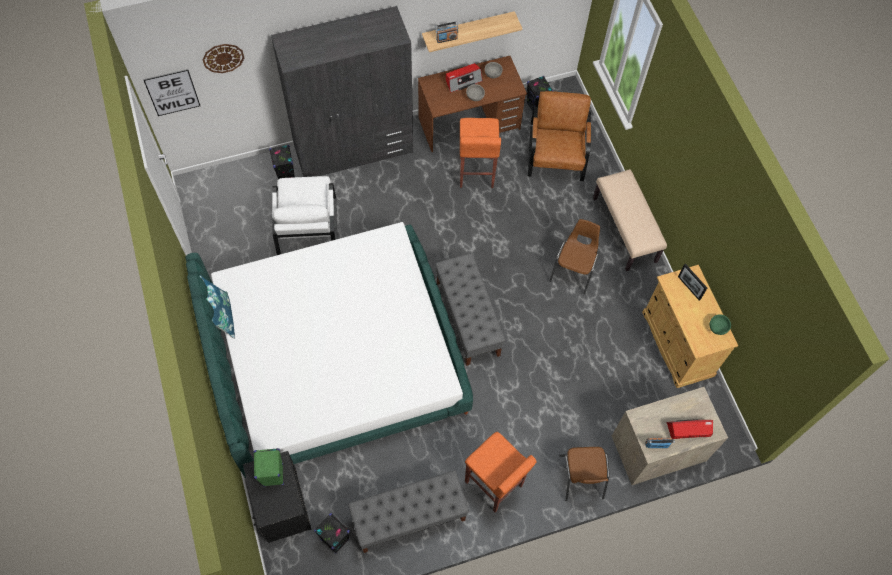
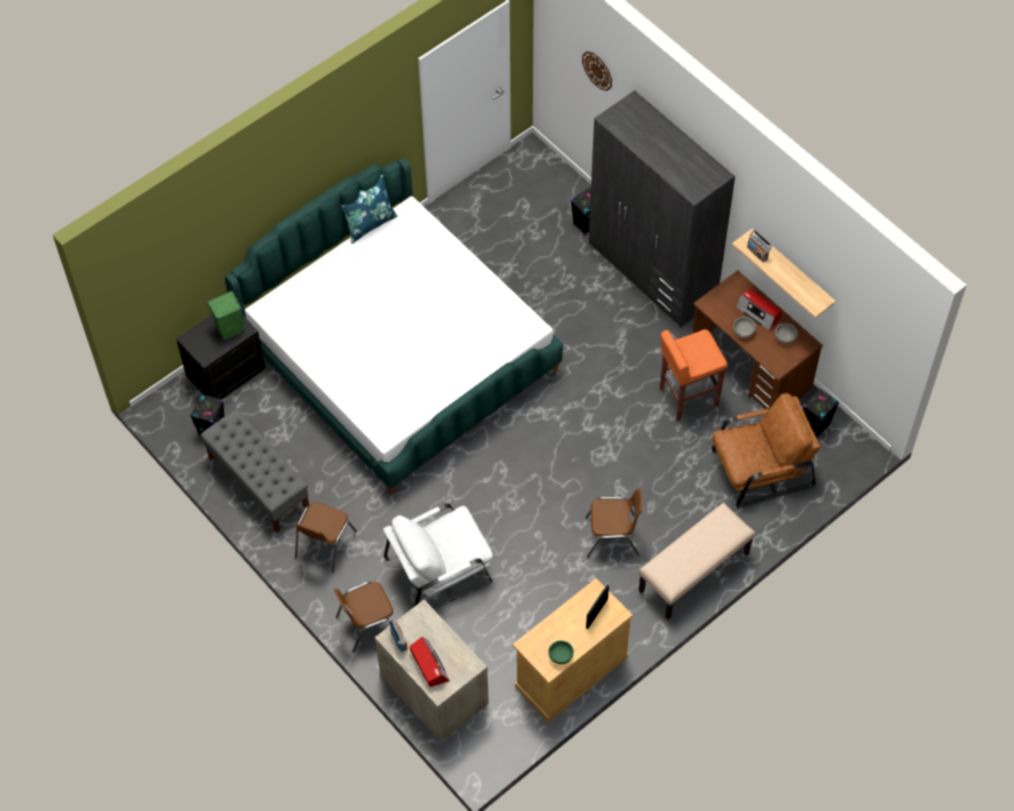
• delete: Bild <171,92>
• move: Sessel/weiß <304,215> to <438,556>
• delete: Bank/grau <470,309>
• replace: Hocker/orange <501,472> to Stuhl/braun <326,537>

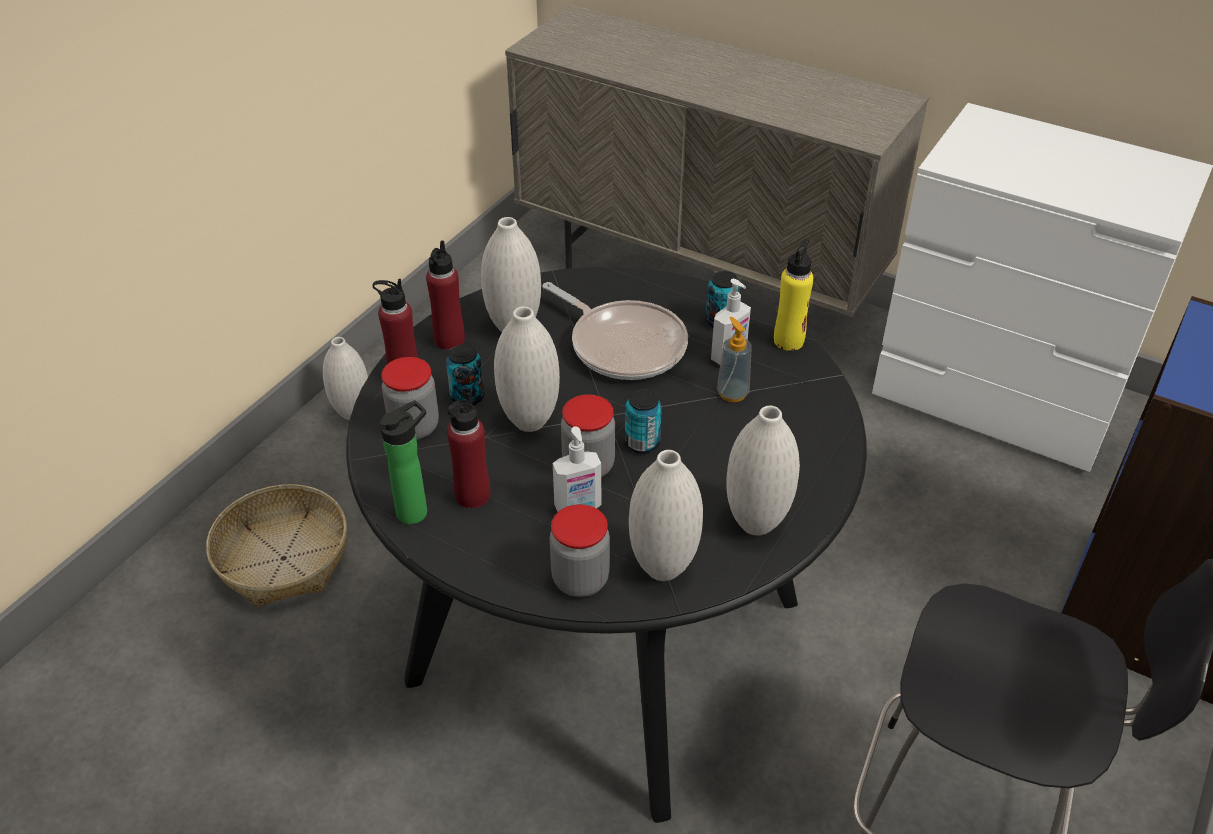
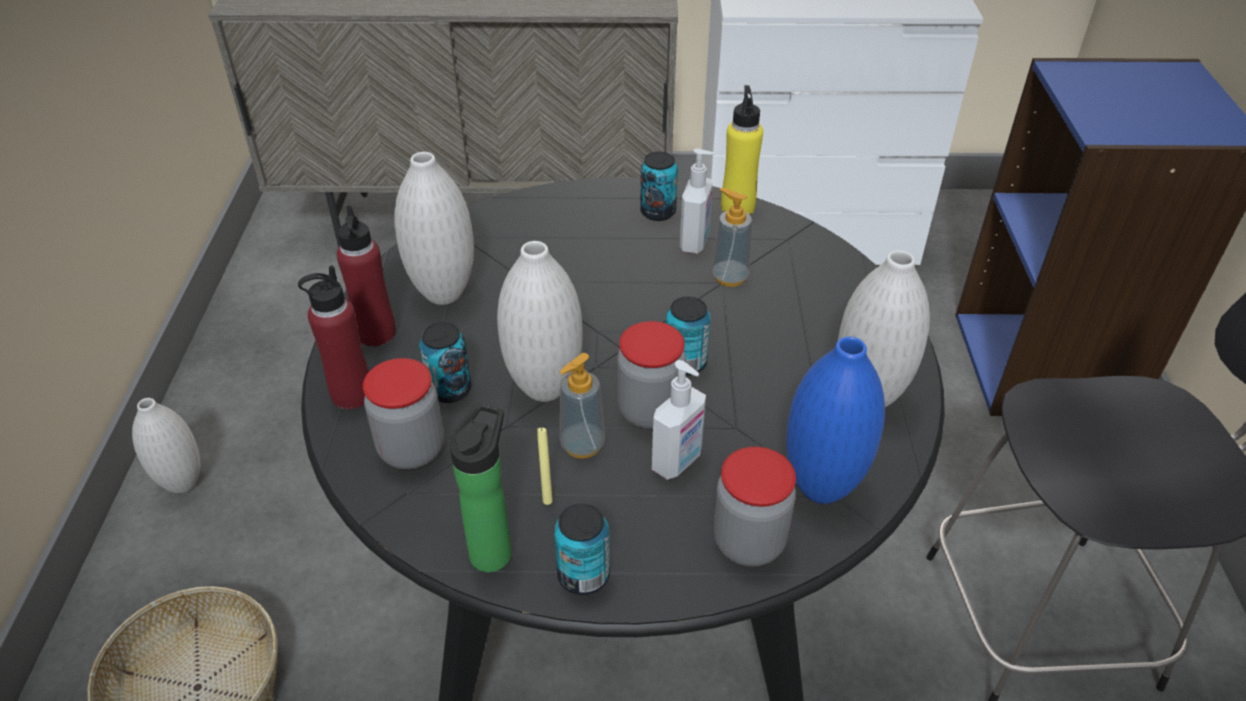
• delete: Pfanne <615,331>
• replace: Flasche/rot <468,450> to Kerze/gelb <545,466>
• recolor: Vase/weiß <666,515> to Vase/blau <835,420>
• insert: Seifenspender <582,406>
• insert: Dose <582,549>

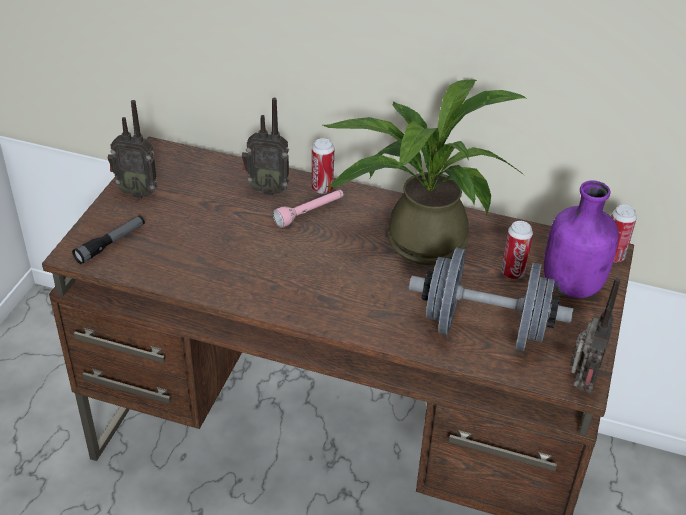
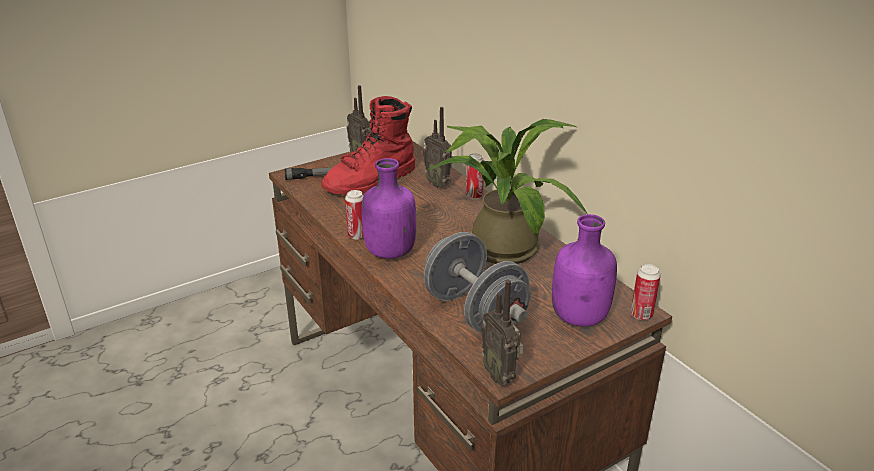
• delete: Taschenlampe/rosa <308,209>
• move: Dose <517,250> to <354,214>
• rotate: Radio <595,335> = <502,332> 90 degrees clockwise
• insert: Stiefel/rot <368,145>
• insert: Flasche/lila <388,208>

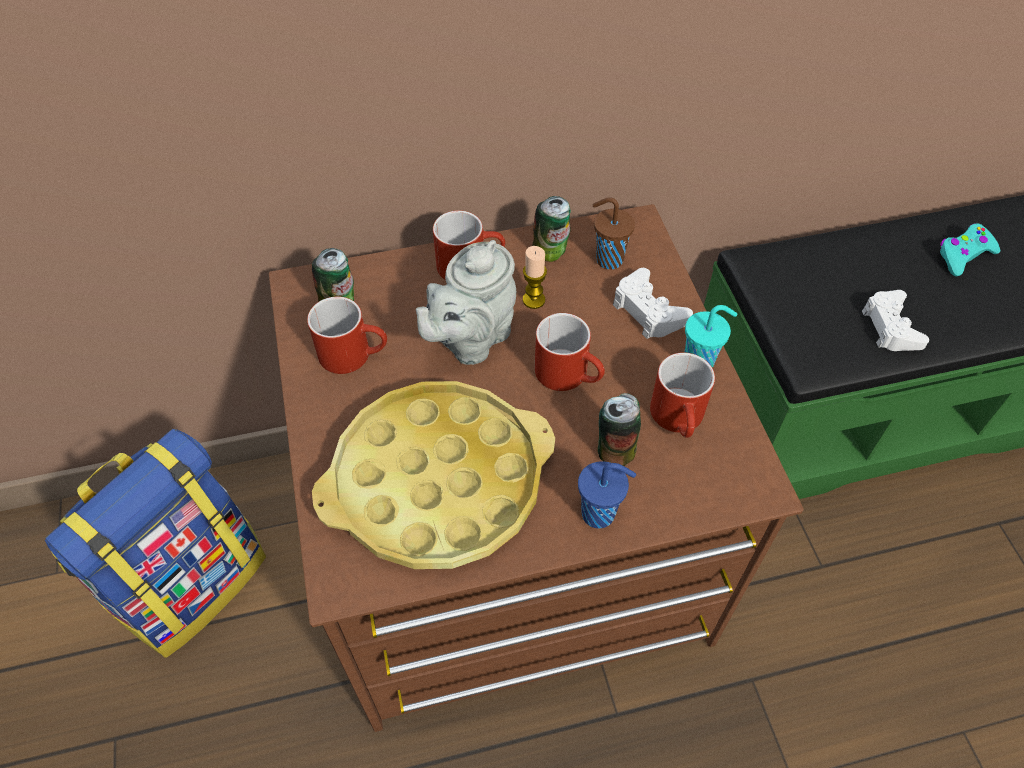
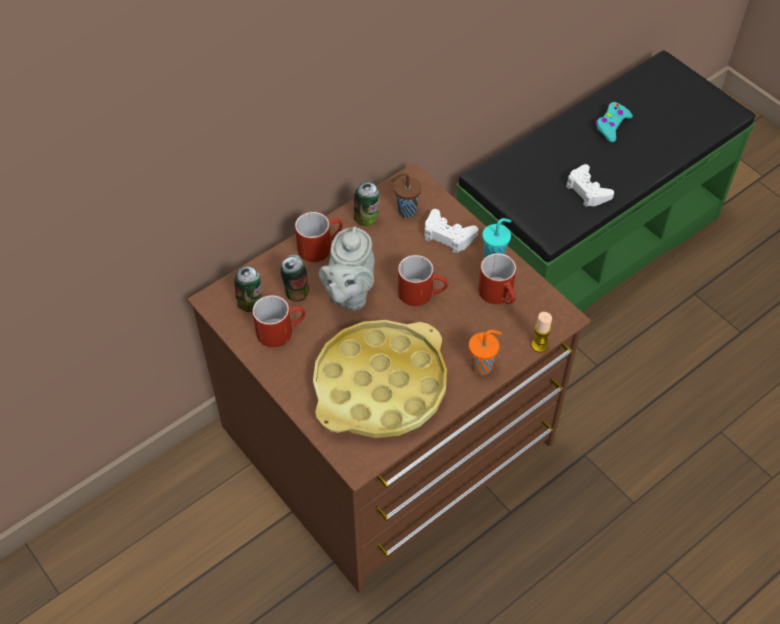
• move: Kerze <535,277> to <541,332>
• move: Dose <619,429> to <294,278>
• delete: Rucksack <155,543>
• recolor: Tasse/blau <607,494> to Tasse/orange <485,352>

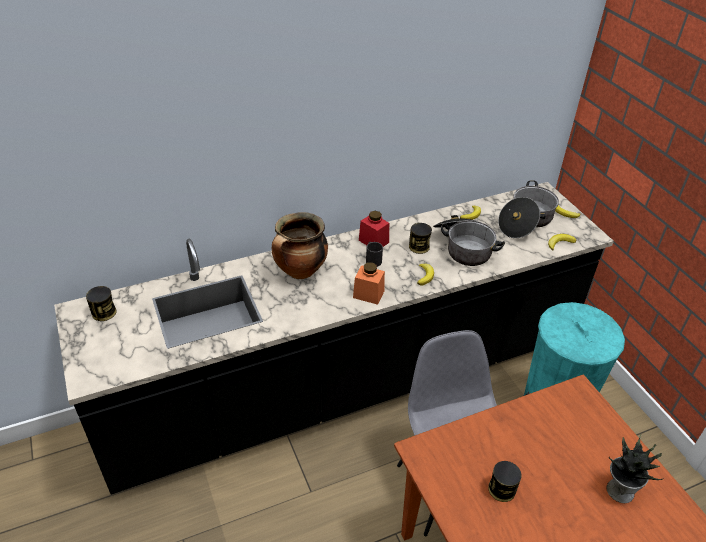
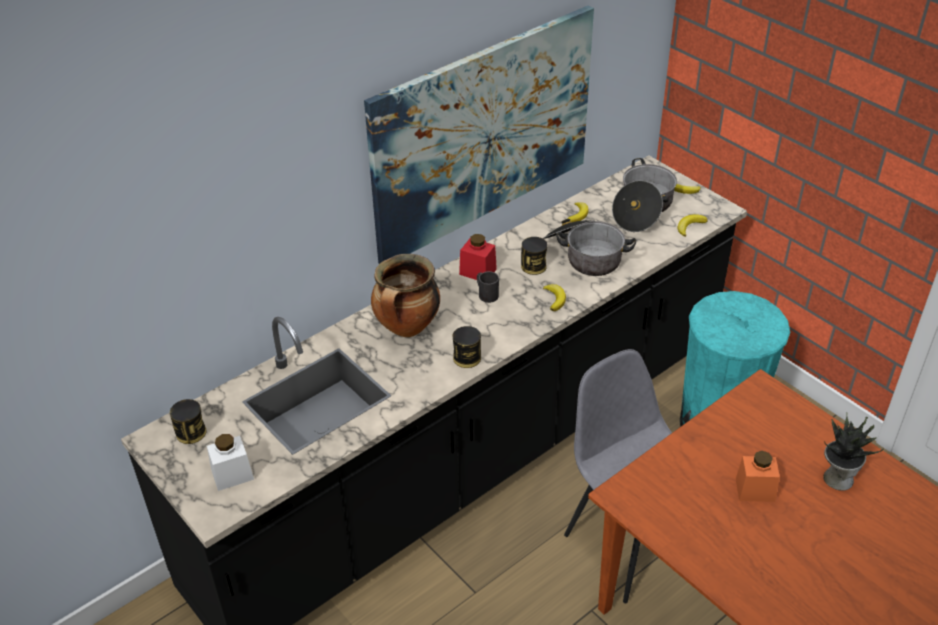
• move: Vorratsglas/orange <369,283> to <758,476>
• move: Dose <505,481> to <467,347>
• insert: Bild <479,134>
• insert: Vorratsglas/weiß <230,462>

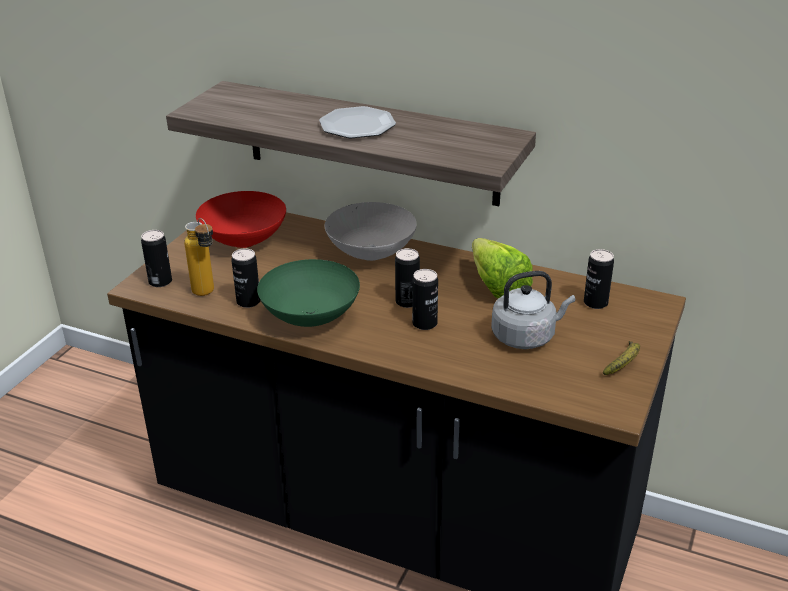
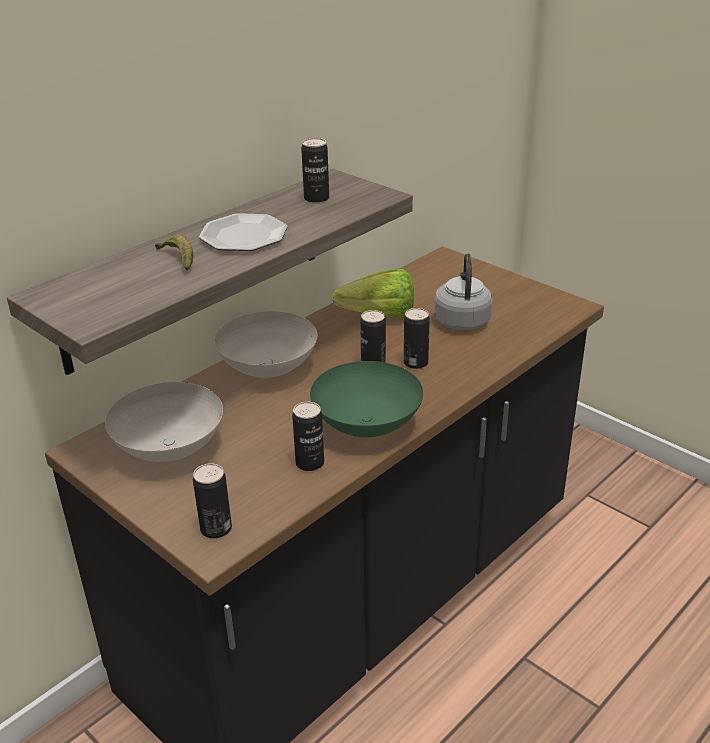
• recolor: Schüssel/rot <241,219> to Schüssel/weiß <164,422>
• delete: Flasche <199,257>
• move: Dose <599,279> to <315,170>
• move: Banane <621,358> to <174,252>

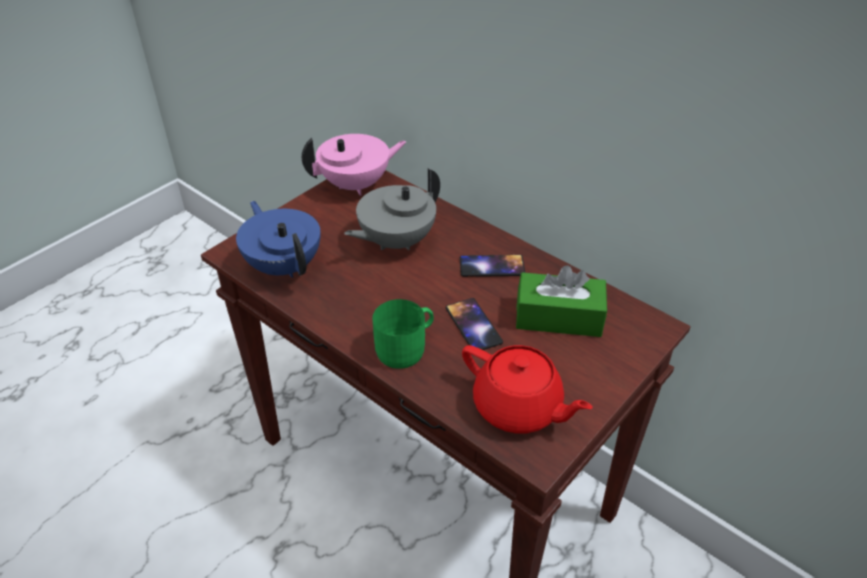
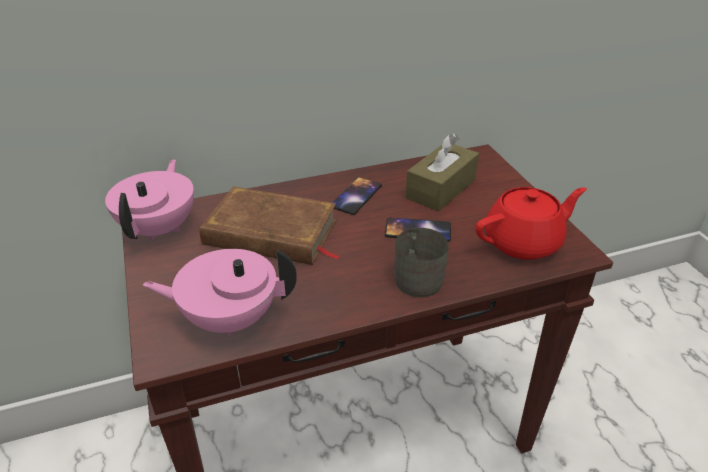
• replace: Teekanne/grau <392,209> to Buch/braun <270,226>
• recolor: Teekanne/blau <278,239> to Teekanne/rosa <220,292>
• recolor: Taschentuchbox/grün <561,301> to Taschentuchbox/braun <442,172>
• recolor: Henkelbecher/grün <403,334> to Henkelbecher/grau <421,262>

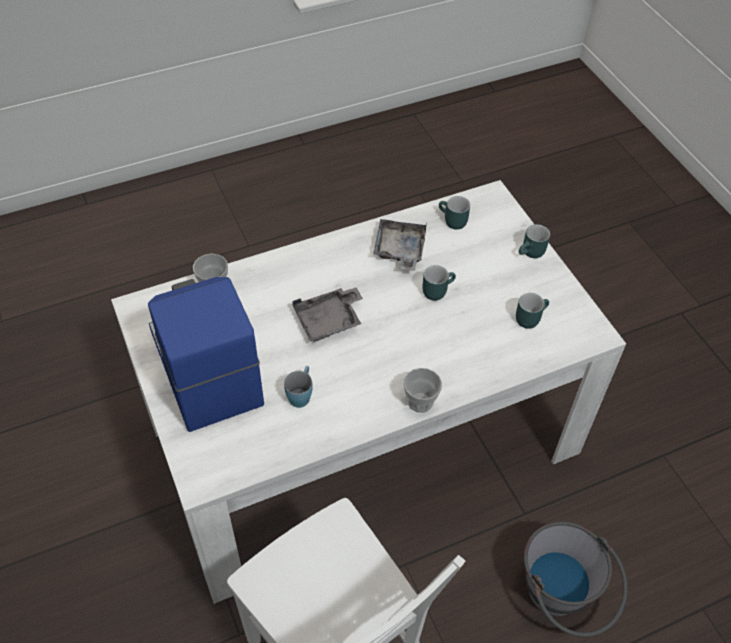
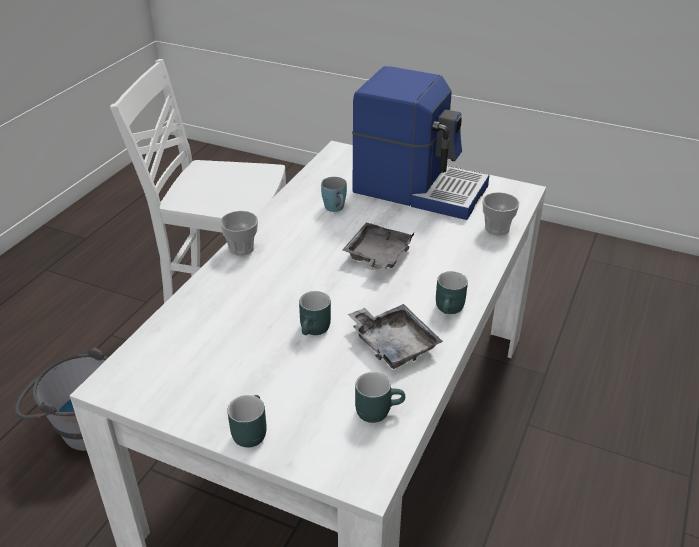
• move: Henkelbecher/türkis <532,311> to <452,292>

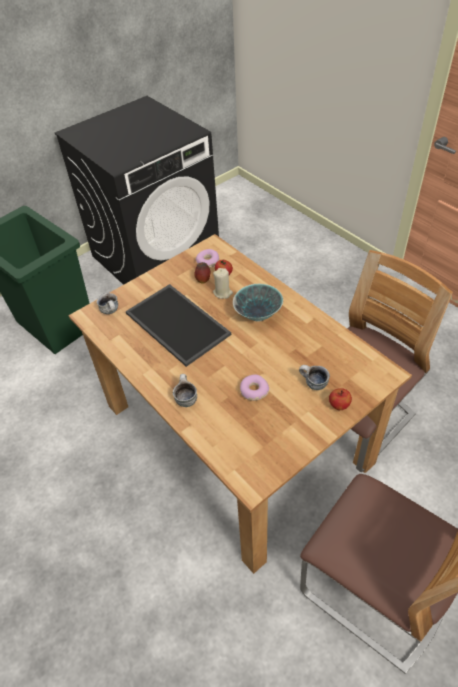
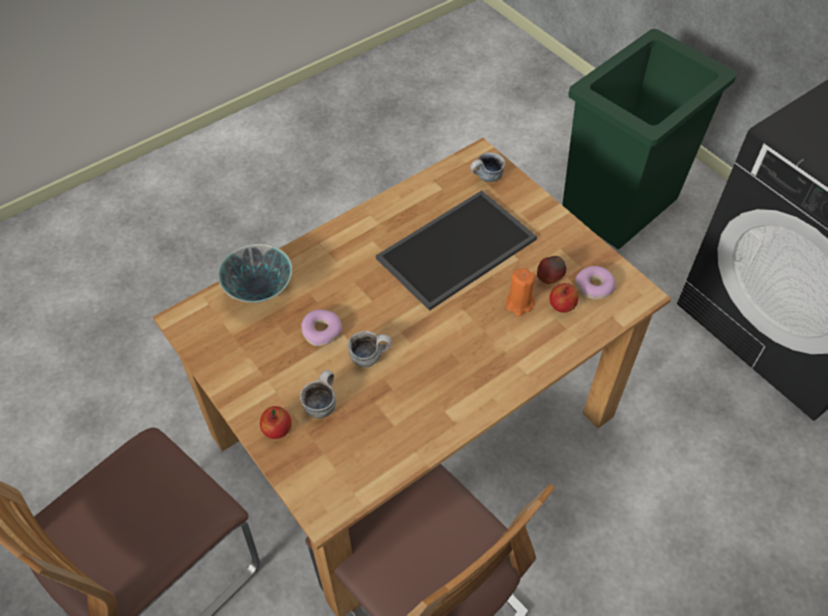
• recolor: Kerze/beige <223,283> to Kerze/orange <521,292>
• move: Schüssel <258,303> to <255,273>
• move: Henkelbecher <185,390> to <370,349>

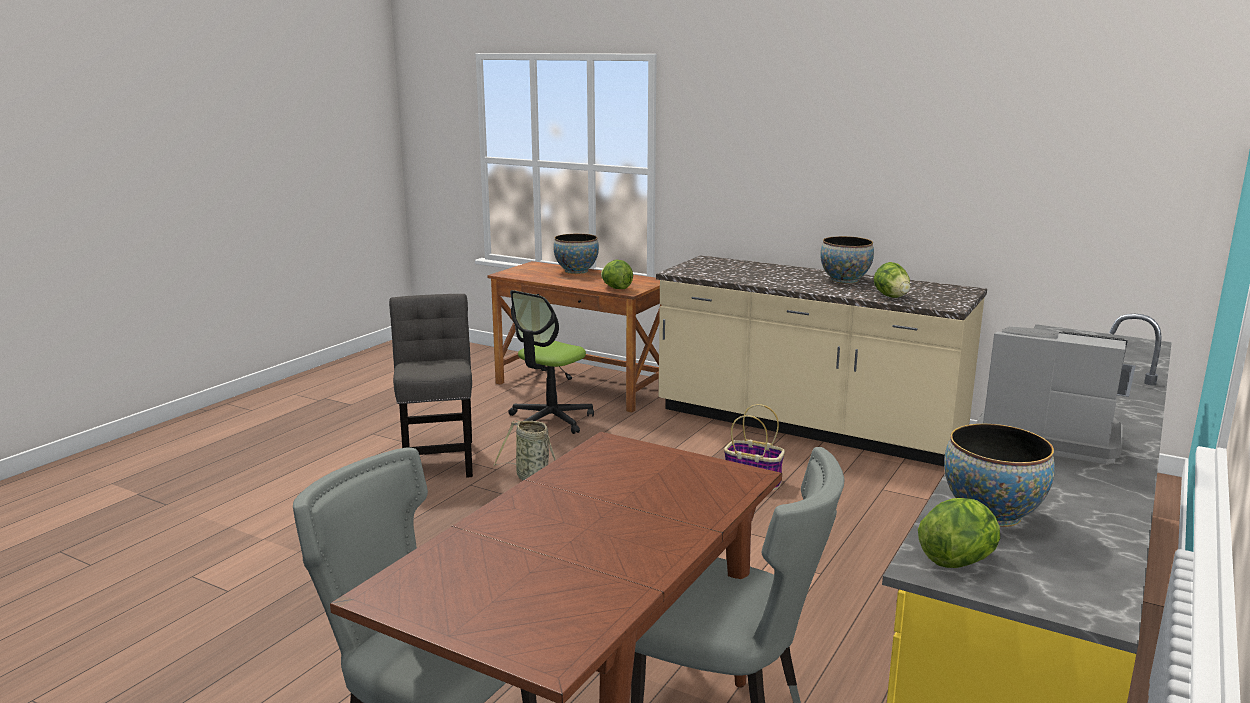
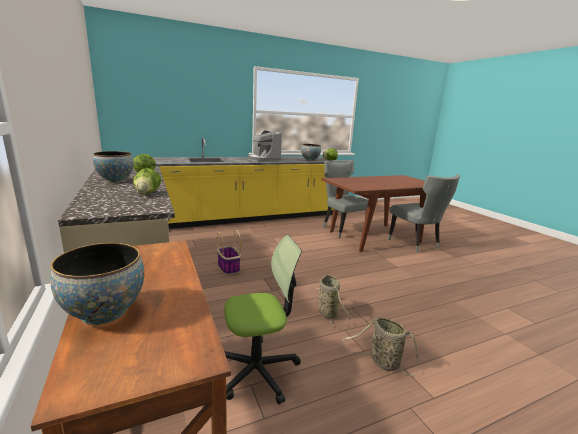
• move: Salatkopf <617,274> to <147,181>
• replace: Stuhl/grau <431,386> to Korb <381,346>

